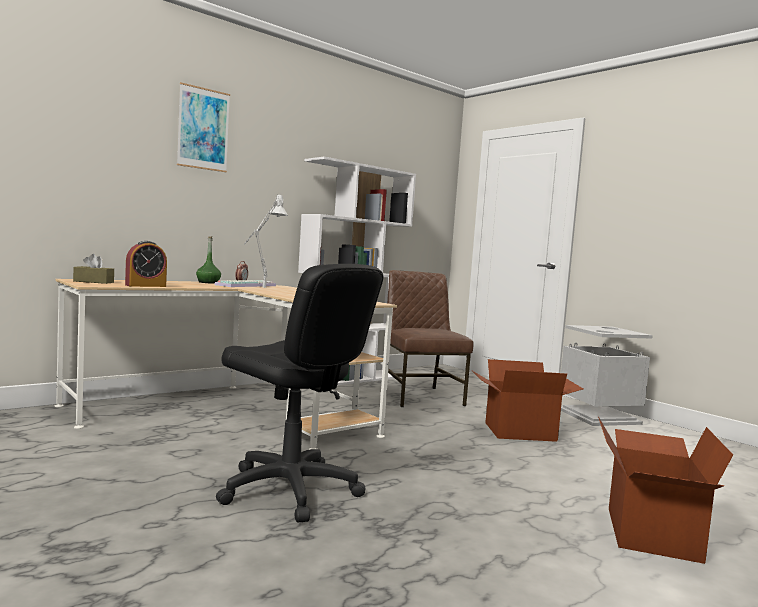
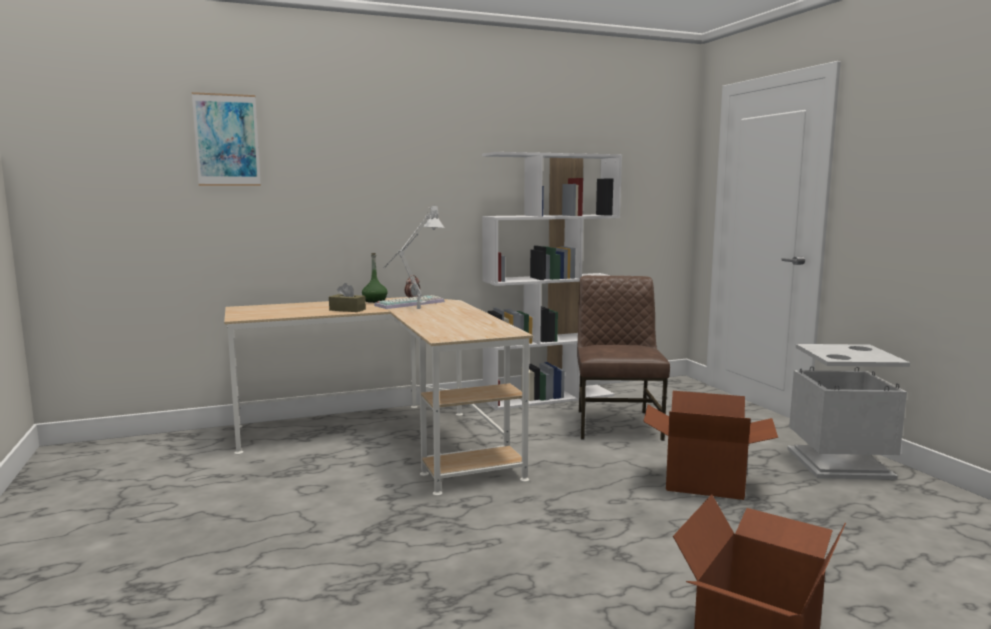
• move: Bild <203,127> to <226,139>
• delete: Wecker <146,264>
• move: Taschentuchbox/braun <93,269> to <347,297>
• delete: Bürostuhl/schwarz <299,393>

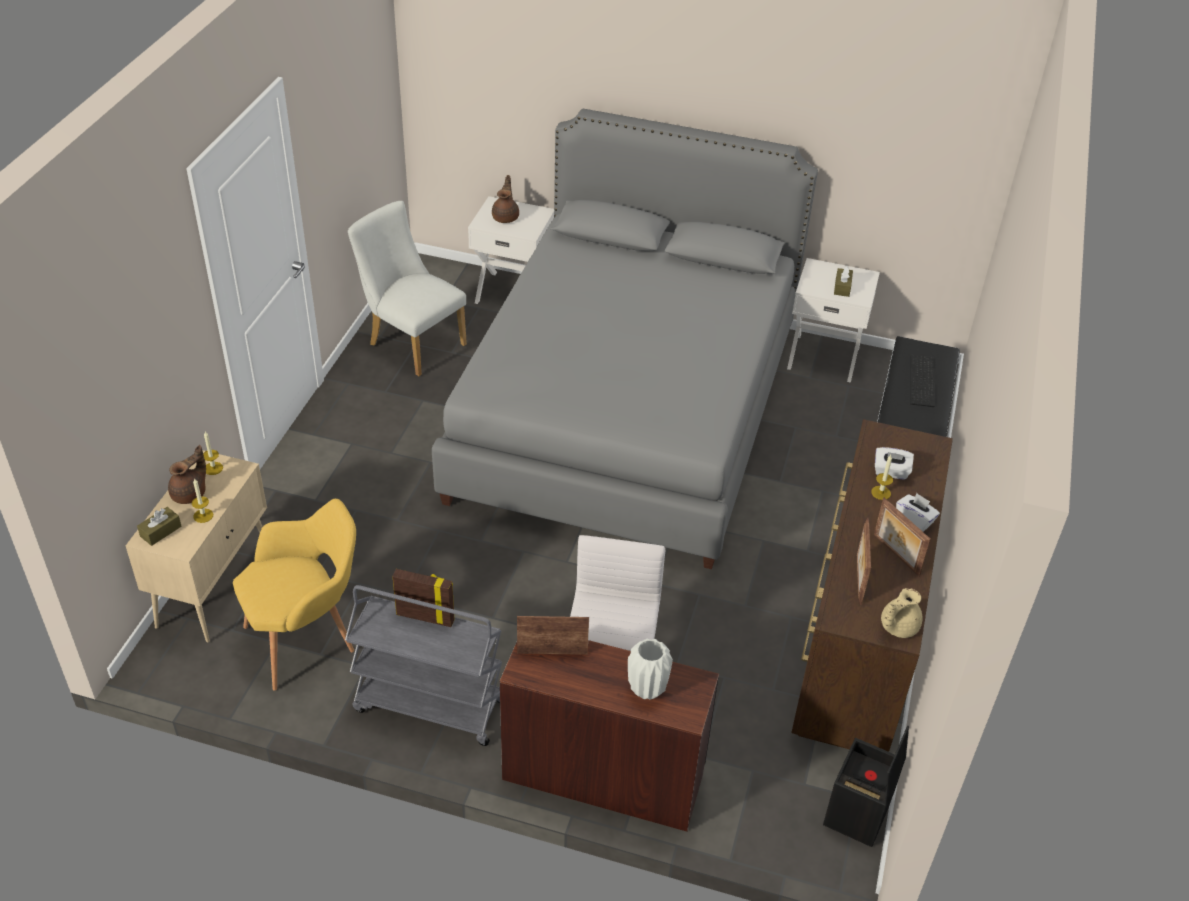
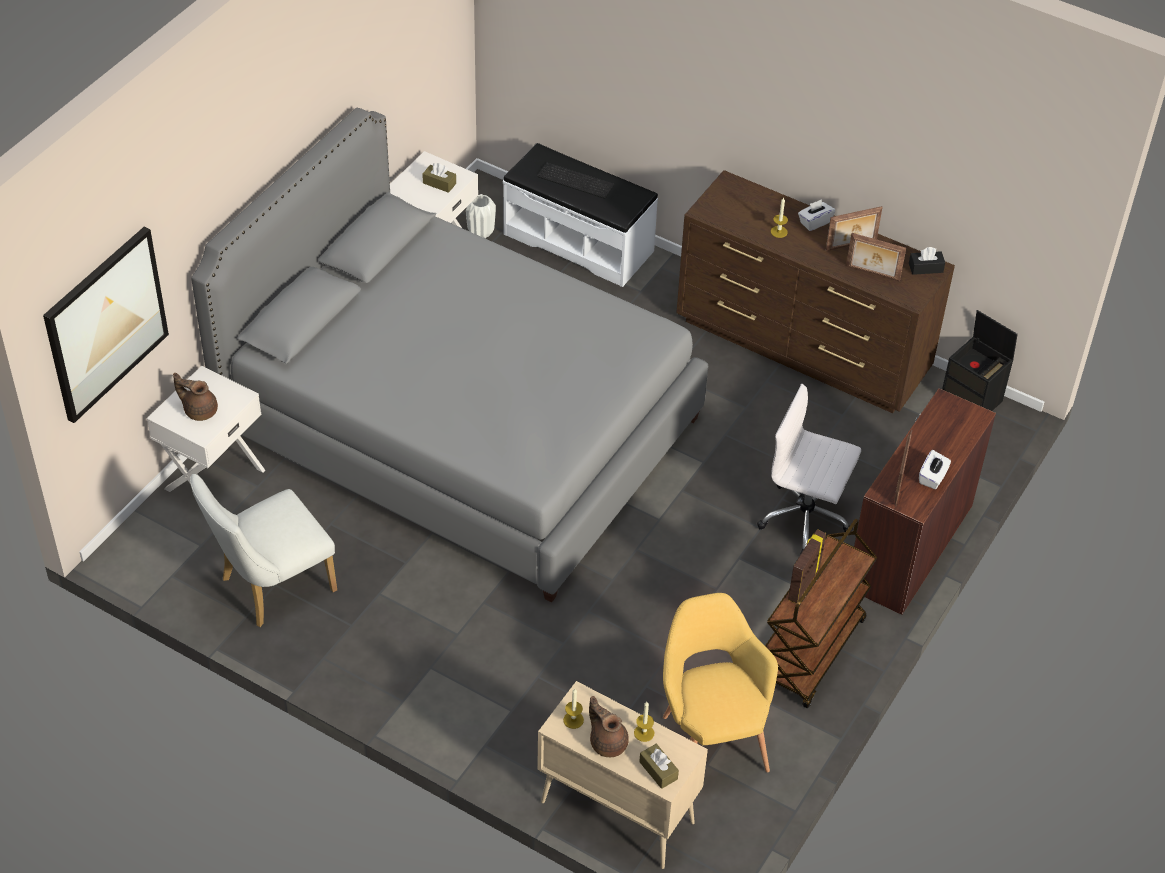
• move: Taschentuchbox/weiß <894,463> to <935,469>
• recolor: Rollwagen/grau <423,665> to Rollwagen/braun <821,613>
• replace: Teekanne/beige <901,613> to Taschentuchbox/schwarz <927,261>
• move: Vase/weiß <650,669> to <481,216>
• insert: Bild <106,325>

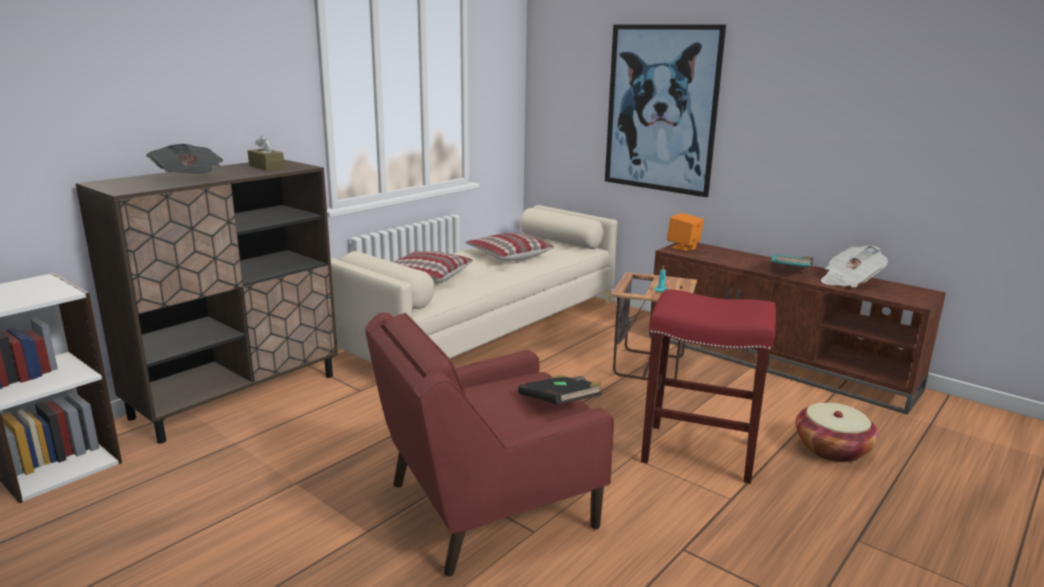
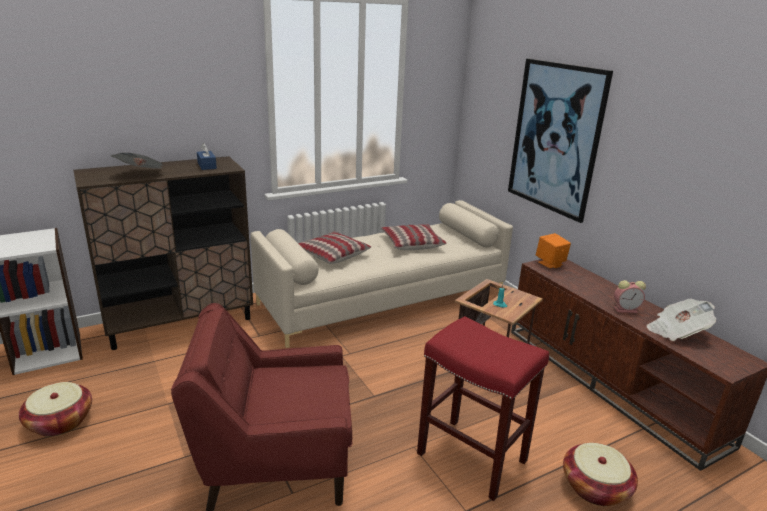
• recolor: Taschentuchbox/braun <266,153> to Taschentuchbox/blau <207,156>
• replace: Buch/türkis <792,261> to Wecker <630,296>
• delete: Buch/schwarz <560,390>
• insert: Korb <55,409>

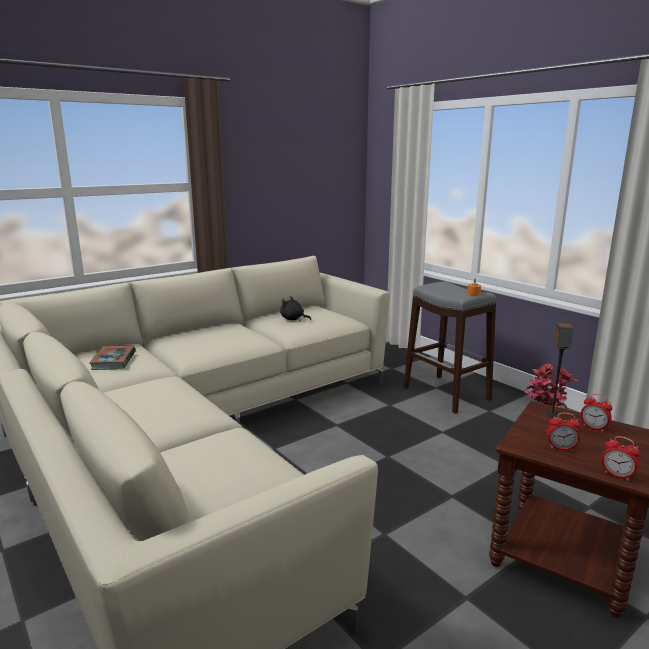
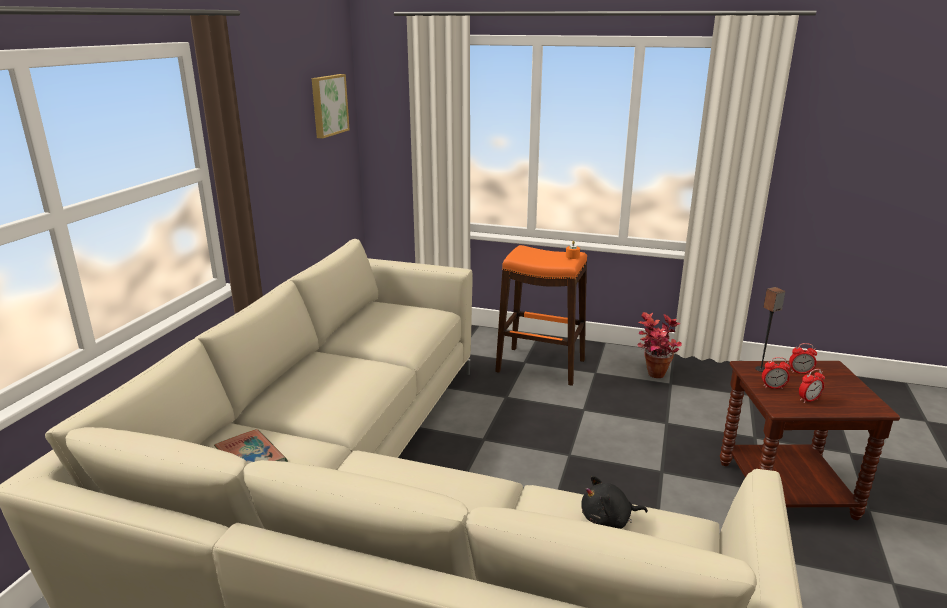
• recolor: Hocker/grau <450,348> to Hocker/orange <541,315>
• move: Plüschtier/schwarz <295,308> to <614,502>
• move: Wecker <621,458> to <776,373>
• insert: Bild <331,106>

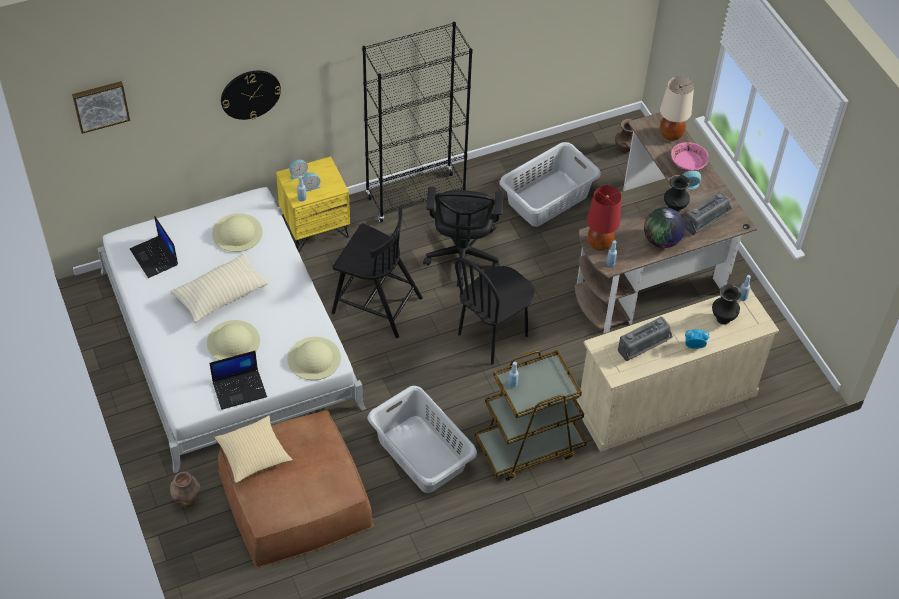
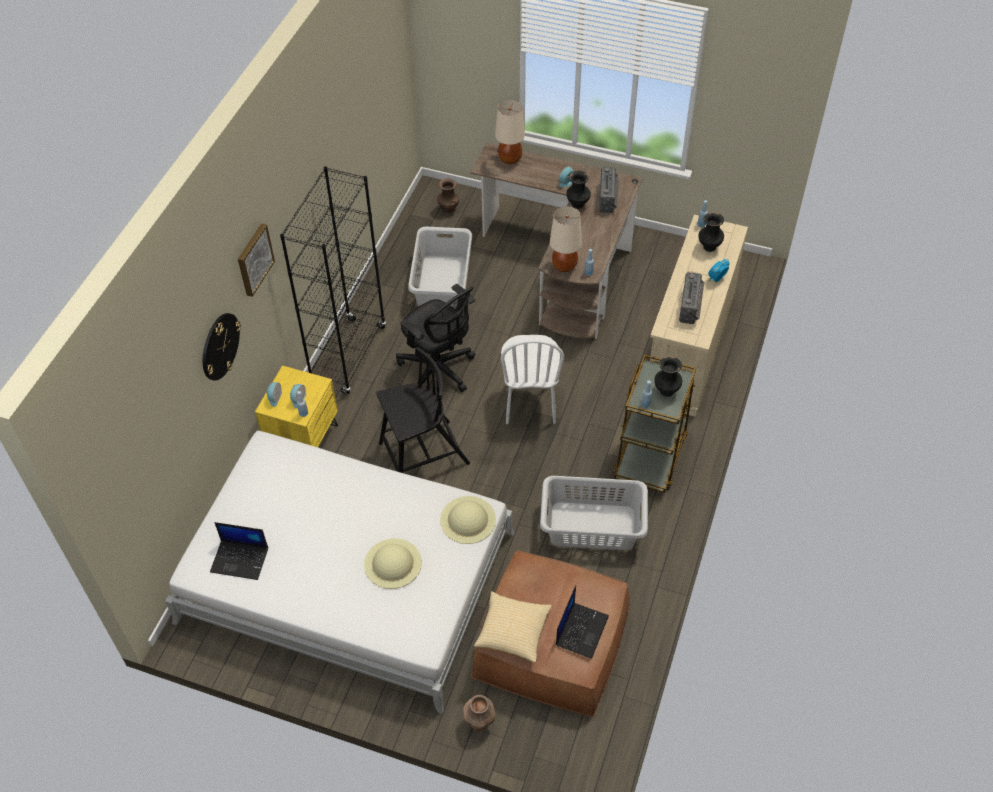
• move: Bild <101,107> to <256,260>
• delete: Schüssel/rosa <690,157>
• recolor: Tischlampe/rot <604,218> to Tischlampe/beige <566,239>
• delete: Globus <664,227>
• delete: Hut/beige <237,232>
• delete: Kissen/beige <219,288>
• recolor: Stuhl/schwarz <495,311> to Stuhl/weiß <532,379>
• move: Laptop <238,380> to <582,622>
• insert: Vase/schwarz <668,376>

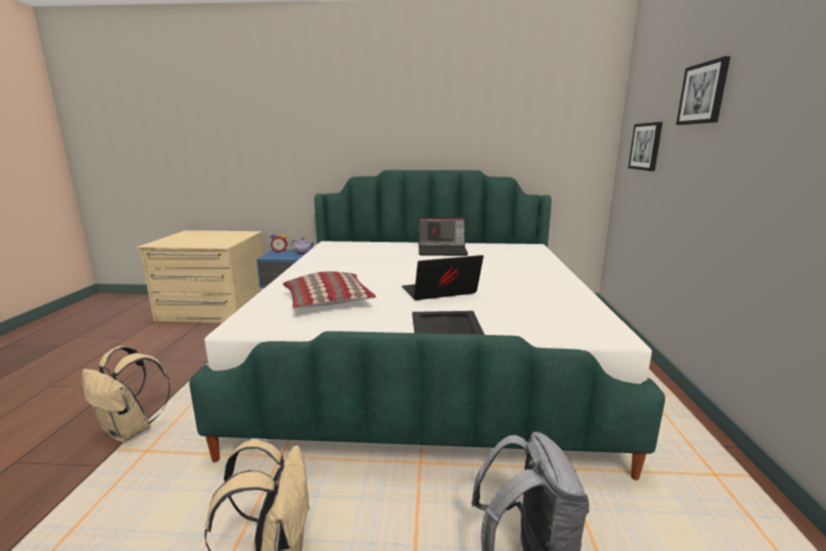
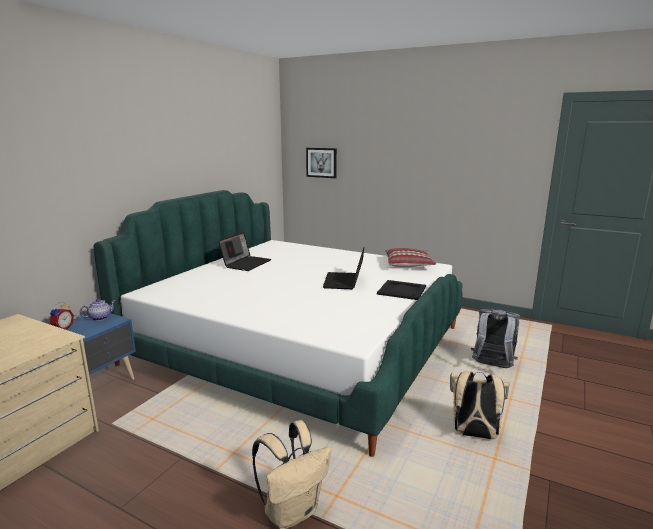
• delete: Bild <703,90>
• move: Kissen <329,289> to <410,257>

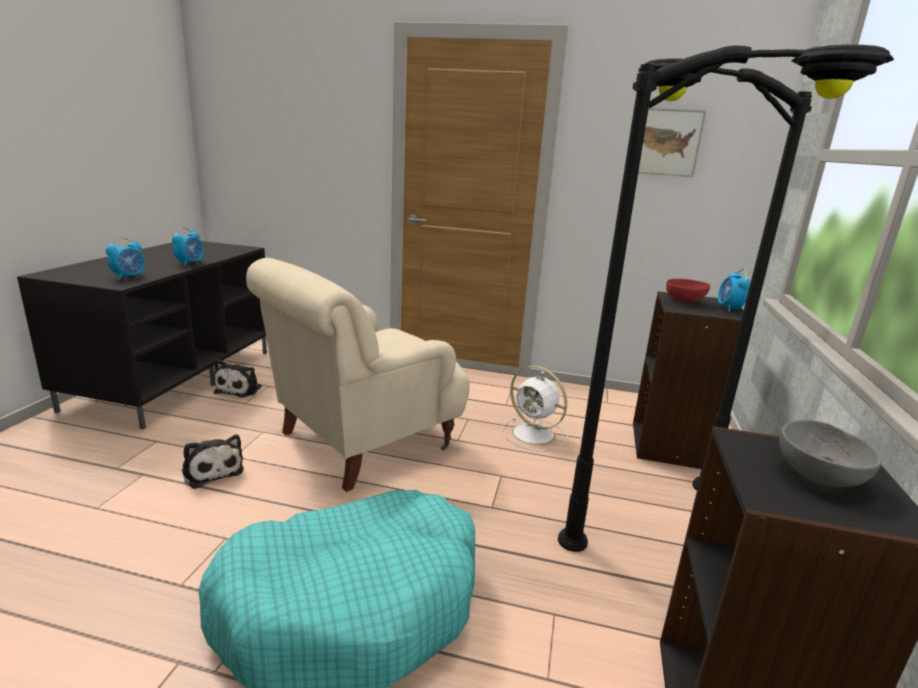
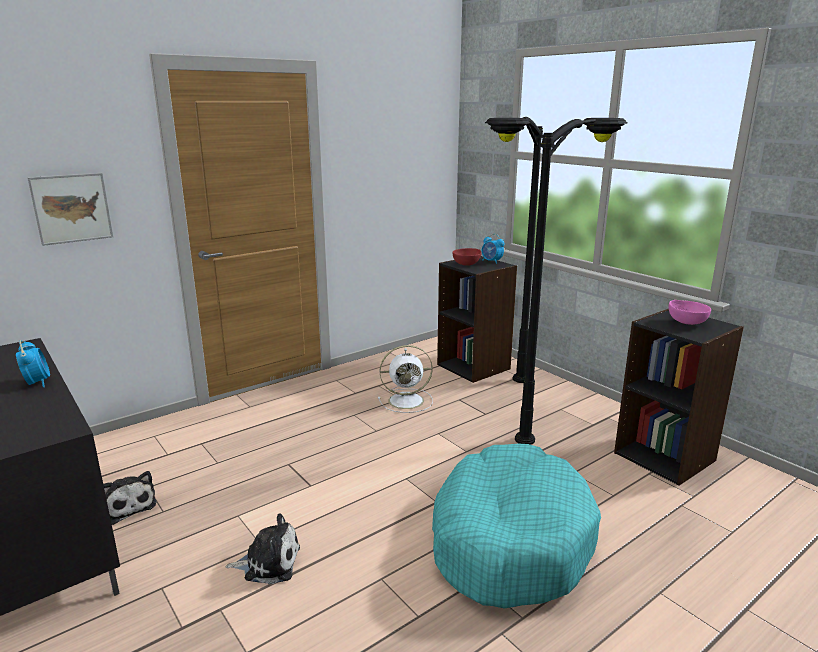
• move: Bild <672,142> to <70,209>
• delete: Wecker <125,258>
• delete: Sessel/beige <358,375>
• recolor: Schüssel/grau <831,453> to Schüssel/rosa <690,312>

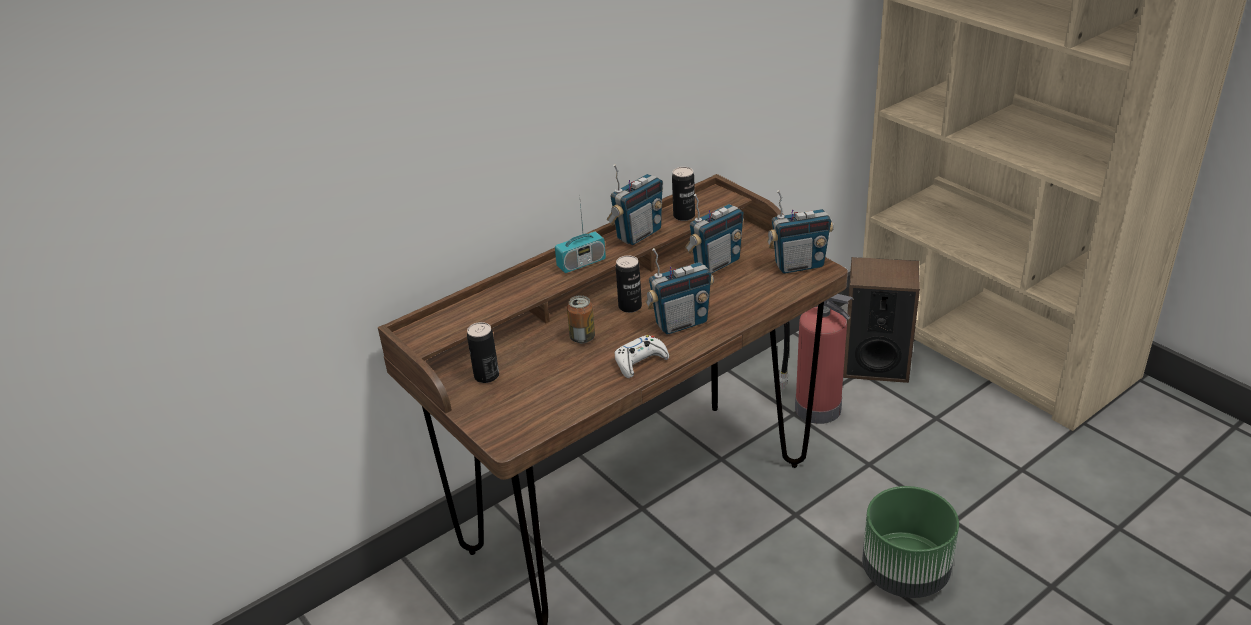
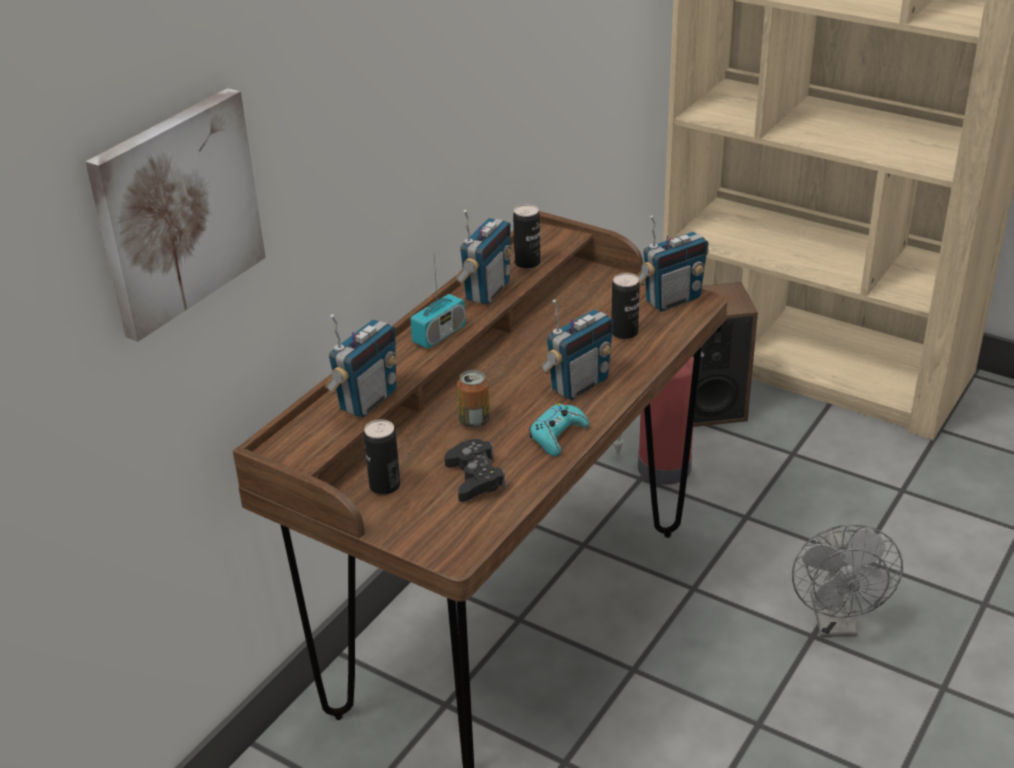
• move: Radio <714,234> to <361,366>
• move: Dose <629,284> to <625,306>
• recolor: Gamepad/weiß <642,356> to Gamepad/türkis <559,429>
• replace: Pflanzkübel/grün <910,542> to Ventilator/grau <847,580>
• insert: Bild <175,215>
• insert: Gamepad/schwarz <475,470>

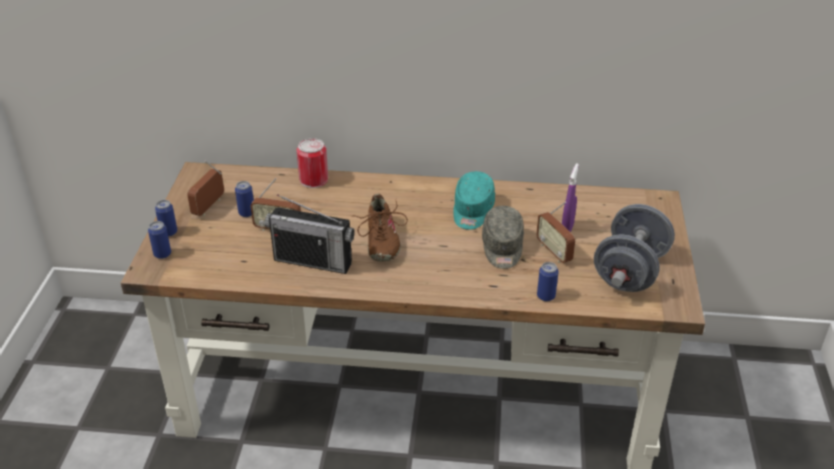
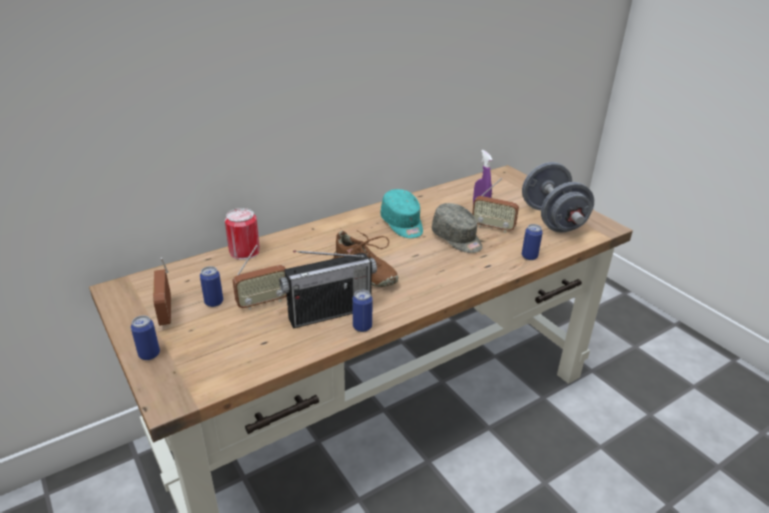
• move: Dose <159,240> to <362,311>

